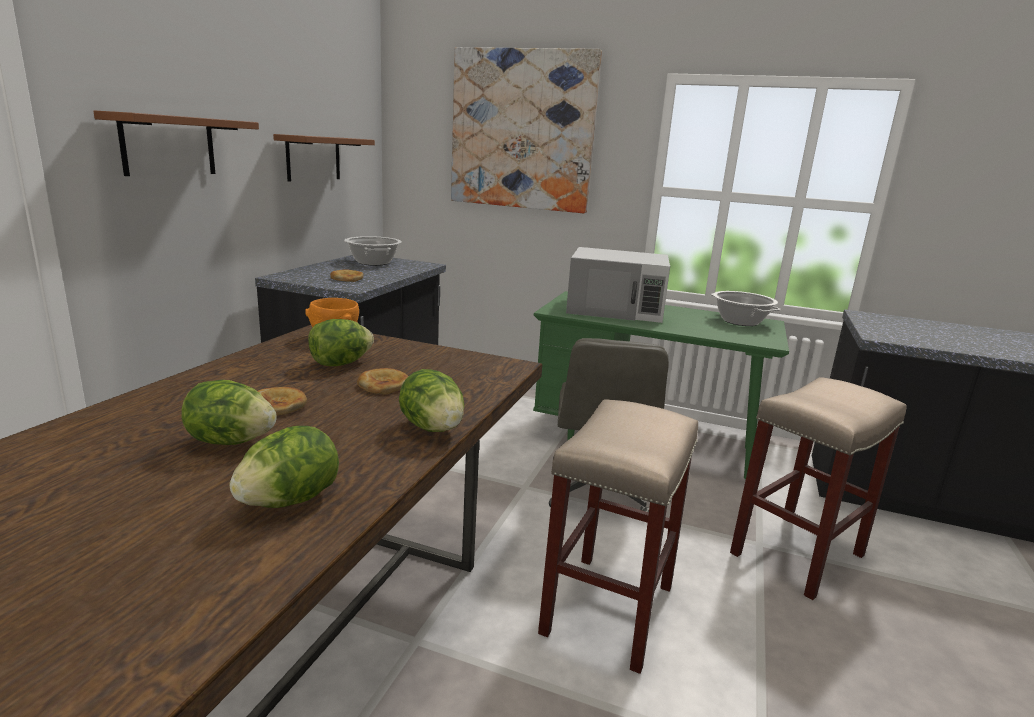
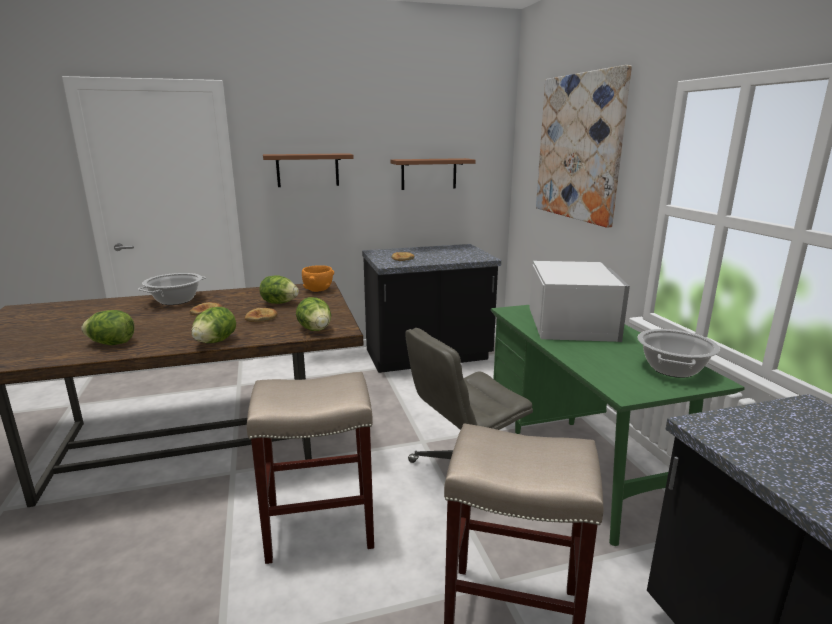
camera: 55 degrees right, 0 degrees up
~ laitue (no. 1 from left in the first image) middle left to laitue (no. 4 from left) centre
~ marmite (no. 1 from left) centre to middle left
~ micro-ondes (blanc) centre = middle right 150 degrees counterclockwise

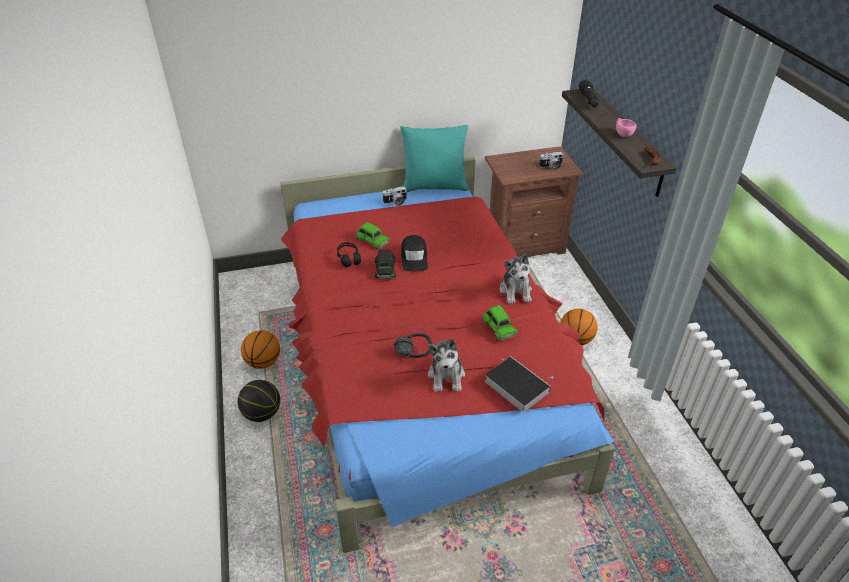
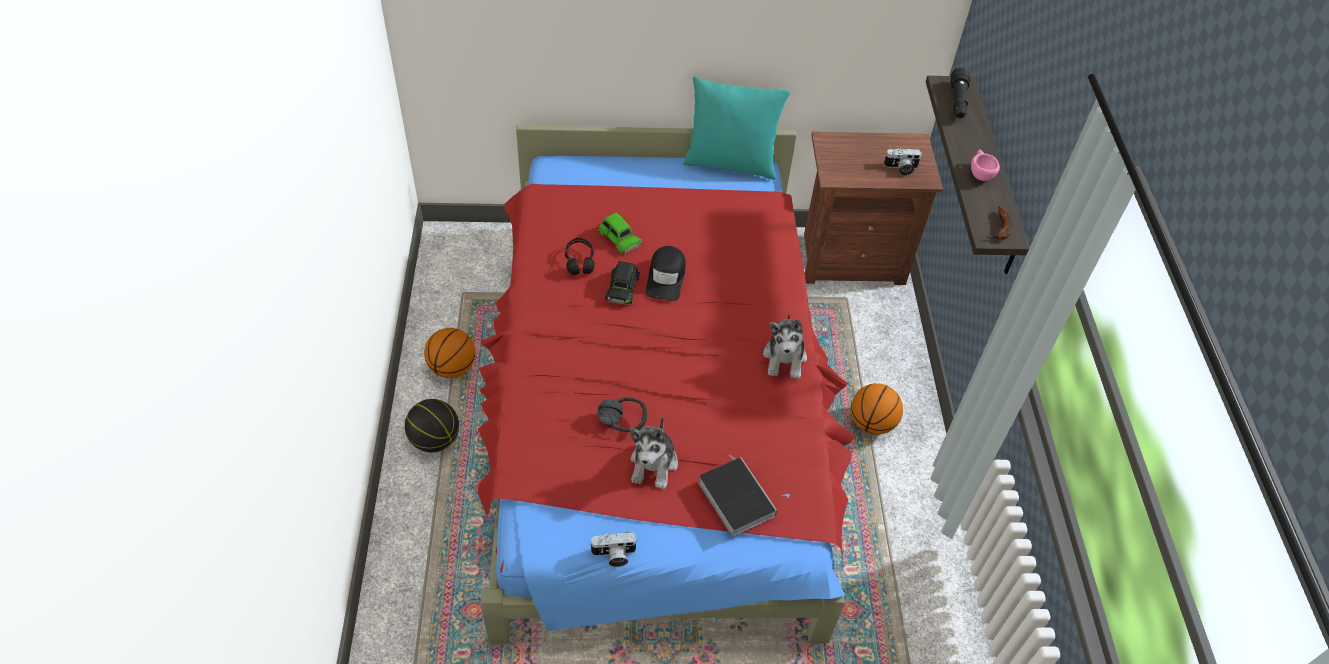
camera: 10 degrees right, 10 degrees up
~ appareil photo (no. 1 from left) centre to bottom centre
- petite voiture (vert) (no. 2 from left) centre

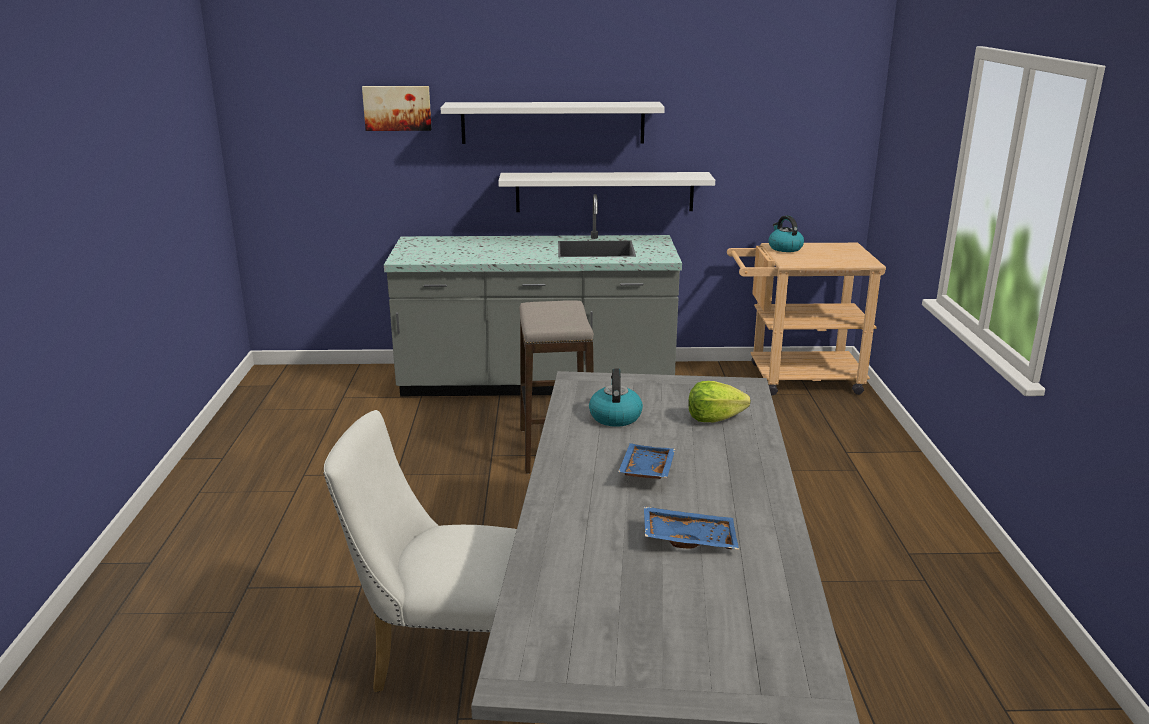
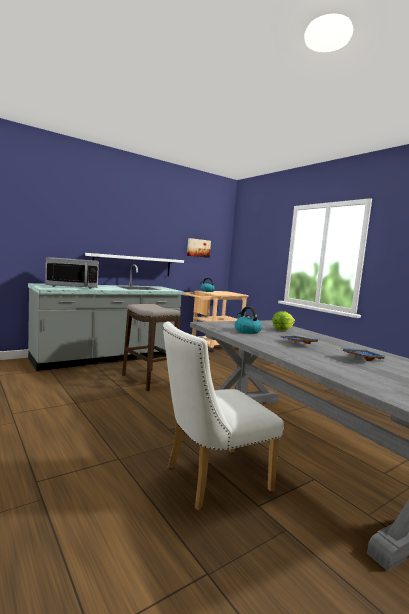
camera: 35 degrees left, 15 degrees down
~ tableau top centre to centre
- étagère (blanc) (no. 1 from left) top centre
+ micro-ondes middle left

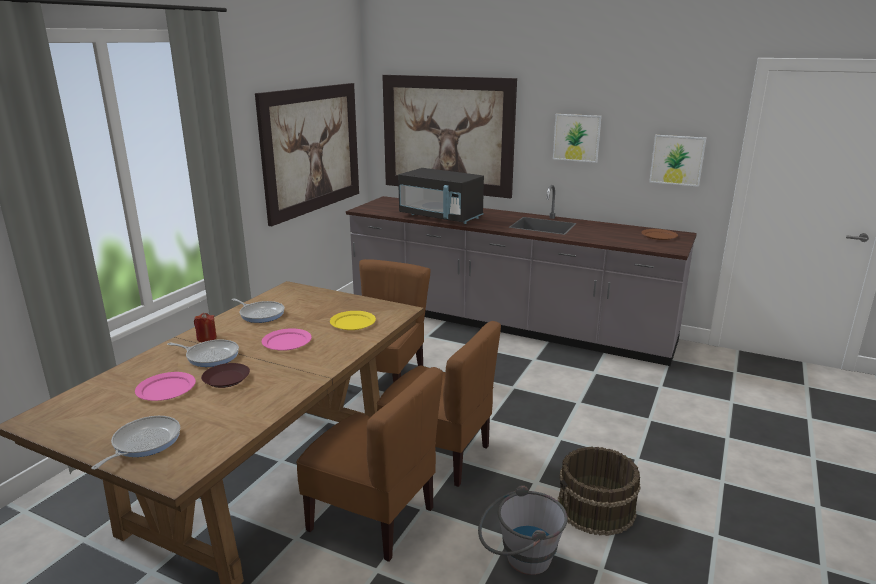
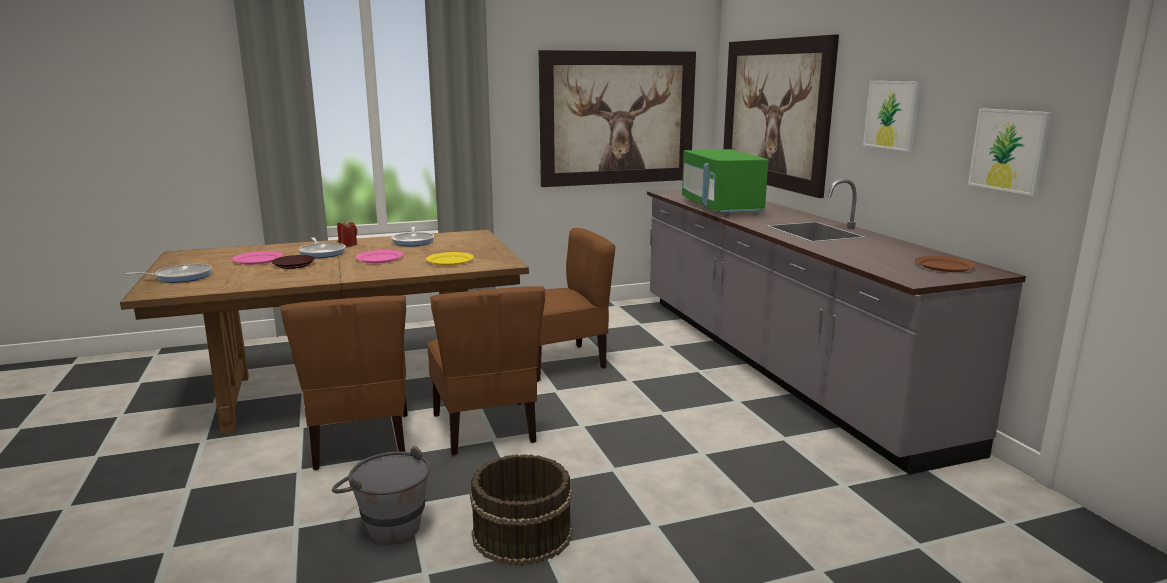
camera: 45 degrees right, 5 degrees down
~ micro-ondes (noir) centre to micro-ondes (vert) top centre

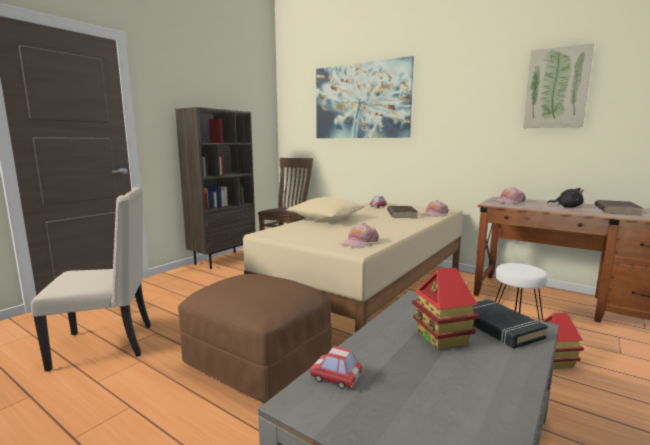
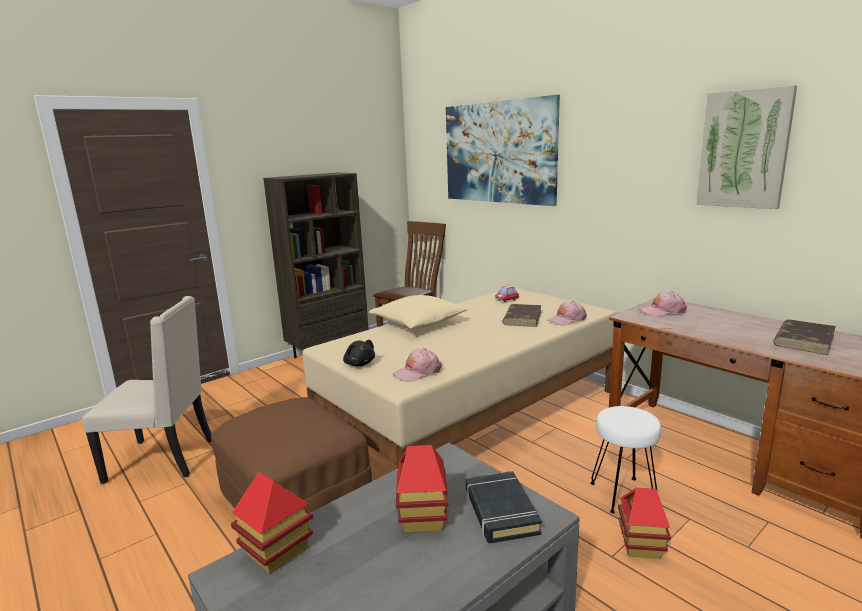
camera: 15 degrees right, 5 degrees up
~ petite voiture (no. 1 from left) bottom centre to maison miniature (no. 1 from left) bottom left
~ peluche (noir) middle right to centre

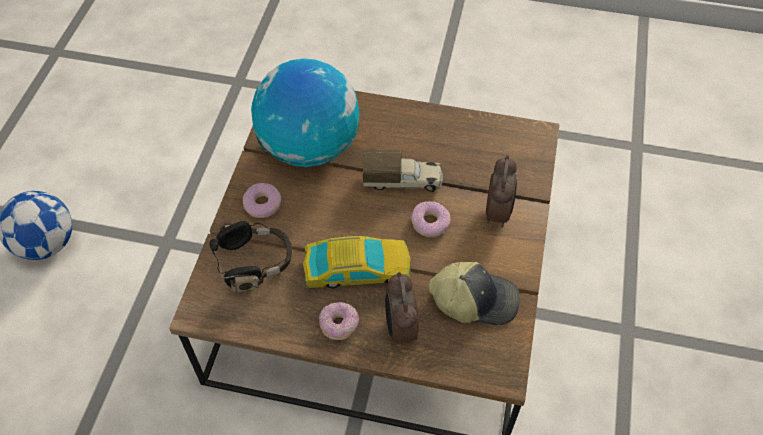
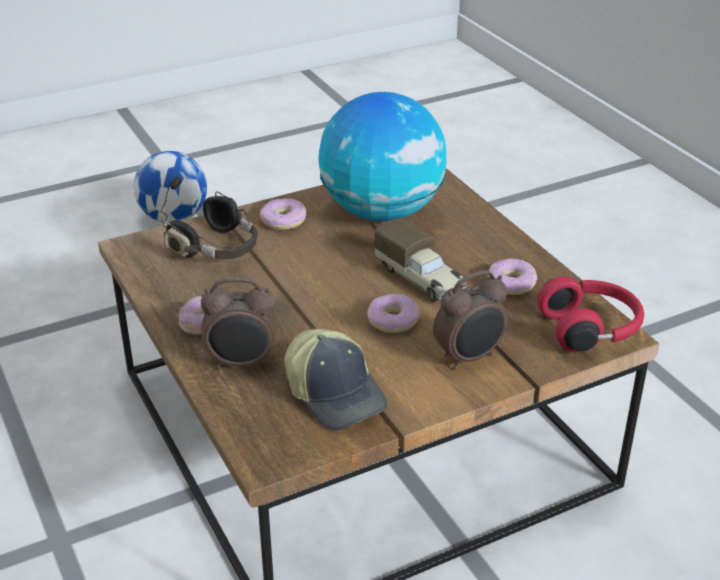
camera: 50 degrees right, 20 degrees down
- petite voiture centre
~ réveil (no. 1 from left) bottom centre = middle left 135 degrees counterclockwise
+ beignet (no. 4 from left) middle right
+ casque audio (rouge) middle right

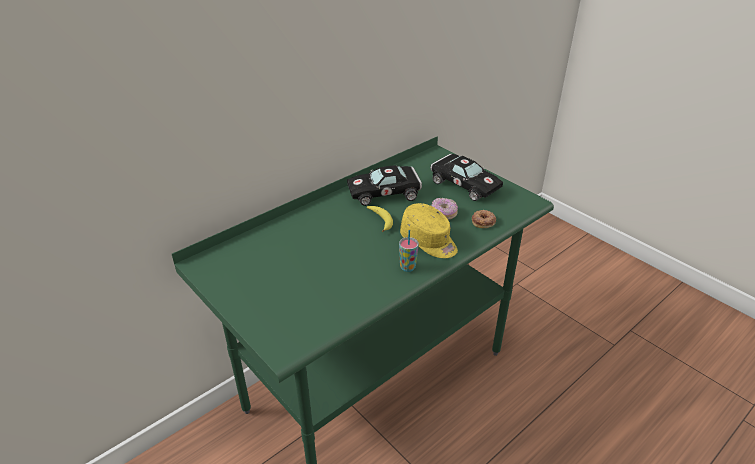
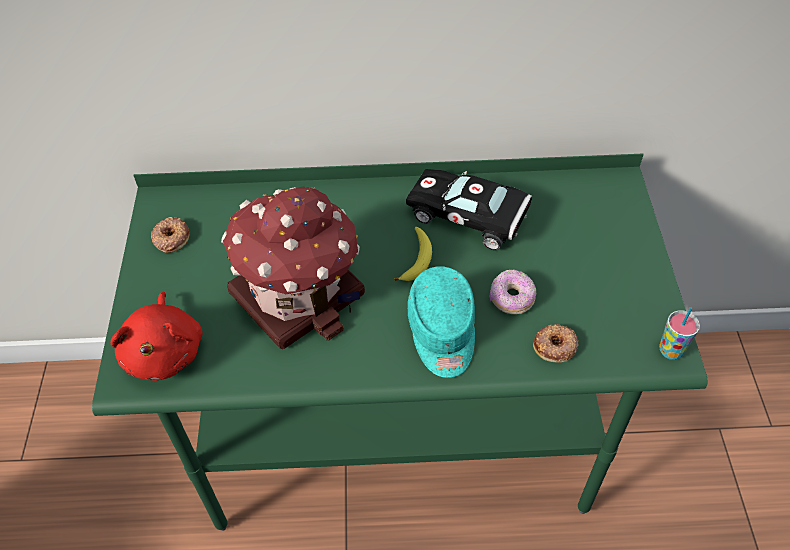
camera: 40 degrees right, 15 degrees up
~ tasse centre to middle right
~ casquette (jaune) centre to casquette (turquoise) centre
- petite voiture (noir) (no. 2 from left) centre
+ peluche (rouge) middle left
+ beignet (no. 1 from left) middle left
+ maison miniature centre

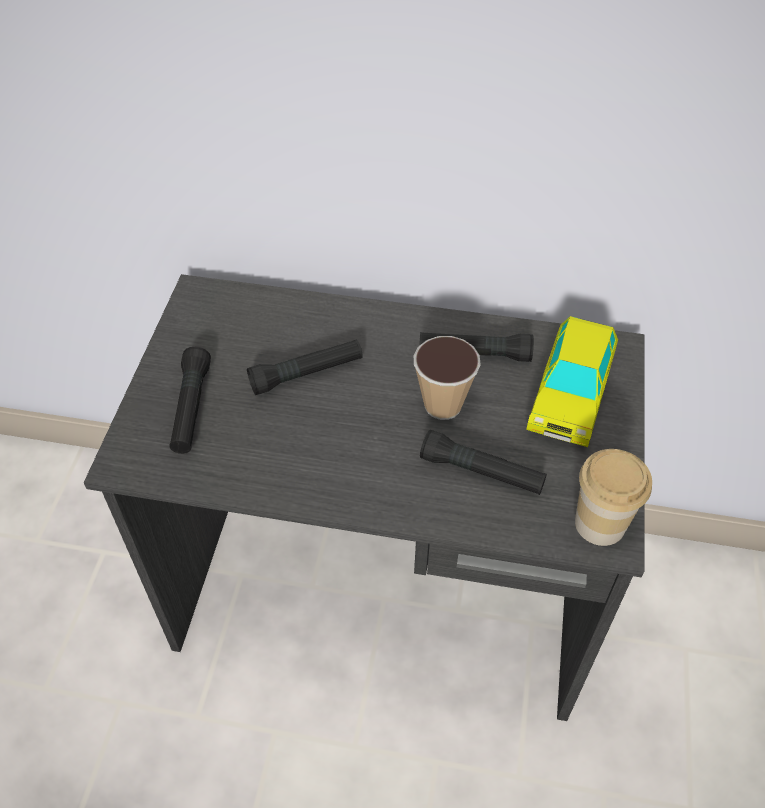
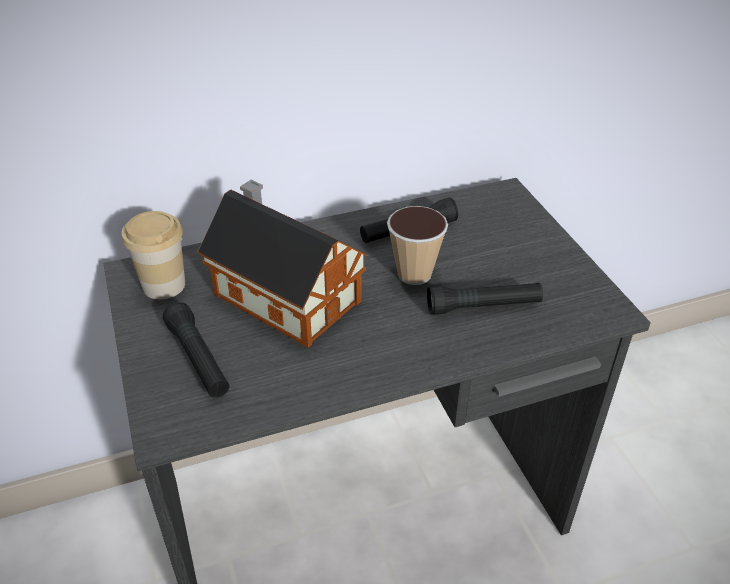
camera: 30 degrees left, 10 degrees down
~ lampe de poche (noir) (no. 2 from left) centre to maison miniature centre
- petite voiture middle right
~ tasse (no. 2 from left in the first image) middle right to tasse (no. 1 from left) middle left

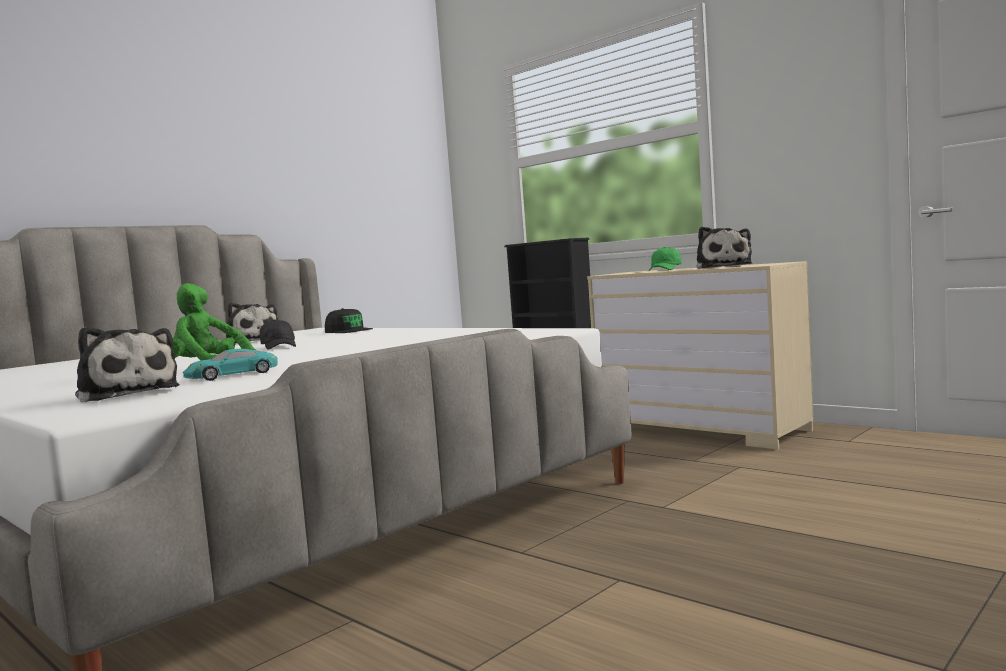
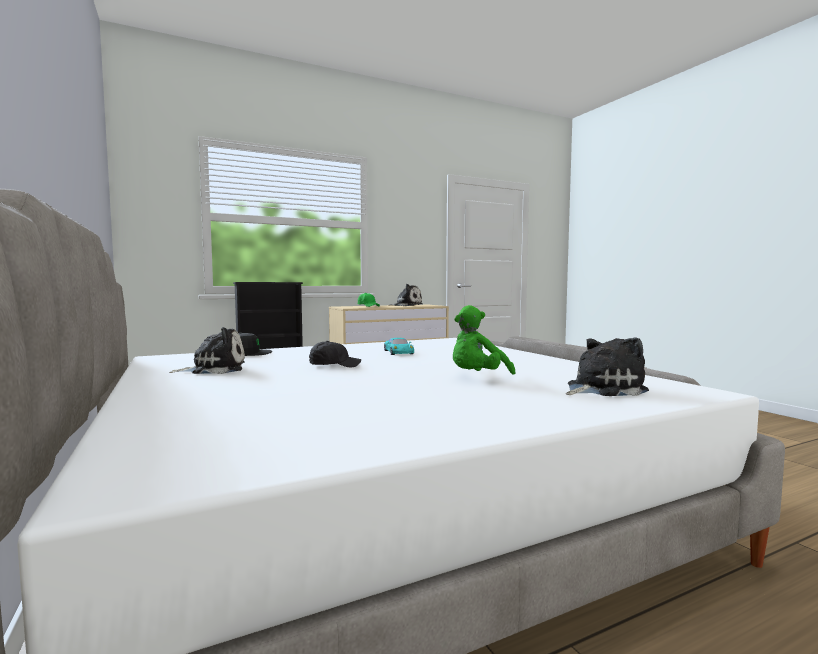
camera: 70 degrees left, 0 degrees up
~ petite voiture (turquoise) middle left to centre

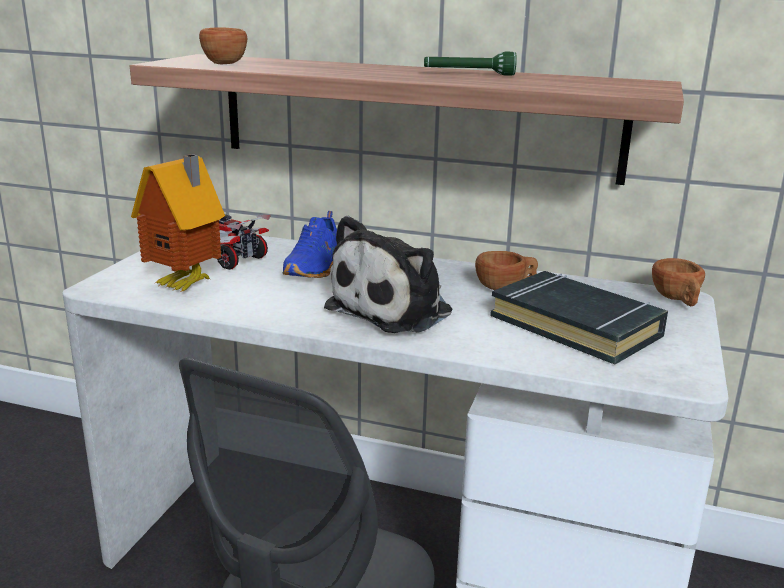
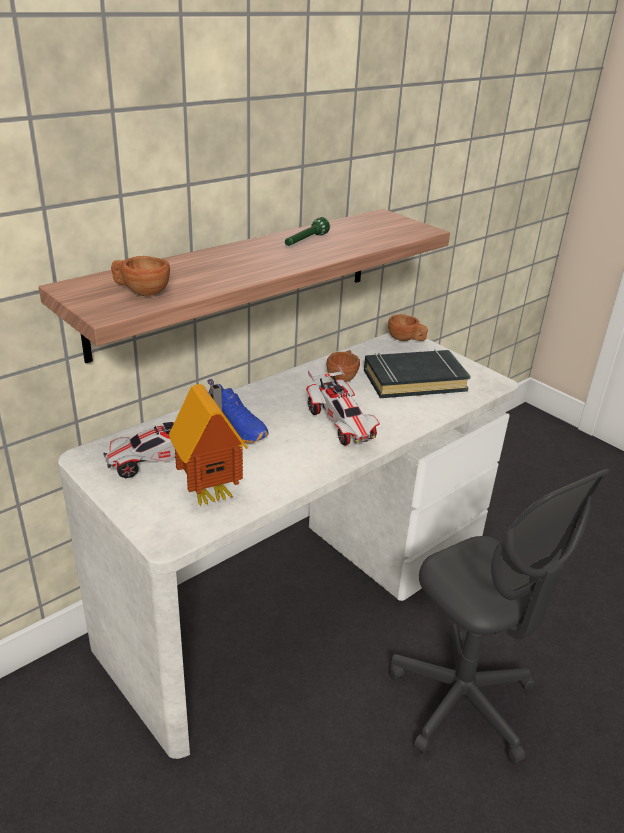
camera: 60 degrees left, 10 degrees up
~ peluche centre to petite voiture (no. 2 from left) centre

